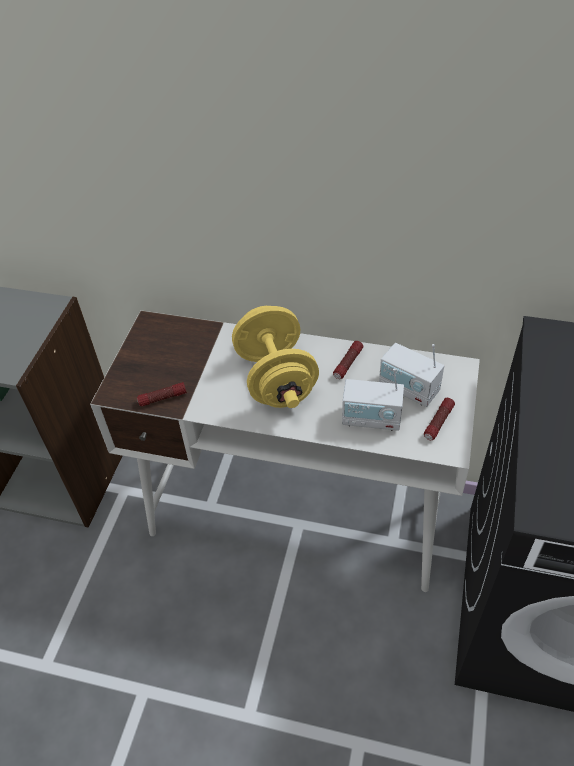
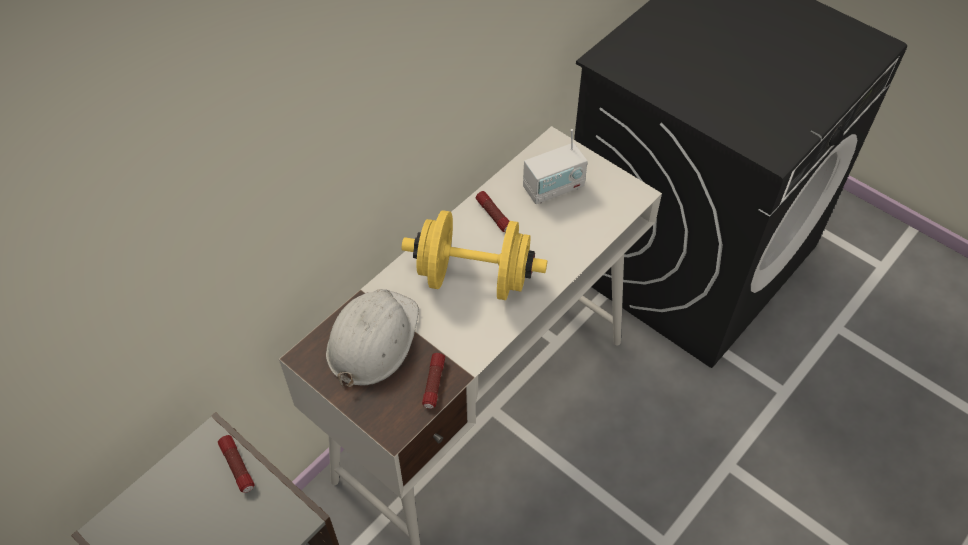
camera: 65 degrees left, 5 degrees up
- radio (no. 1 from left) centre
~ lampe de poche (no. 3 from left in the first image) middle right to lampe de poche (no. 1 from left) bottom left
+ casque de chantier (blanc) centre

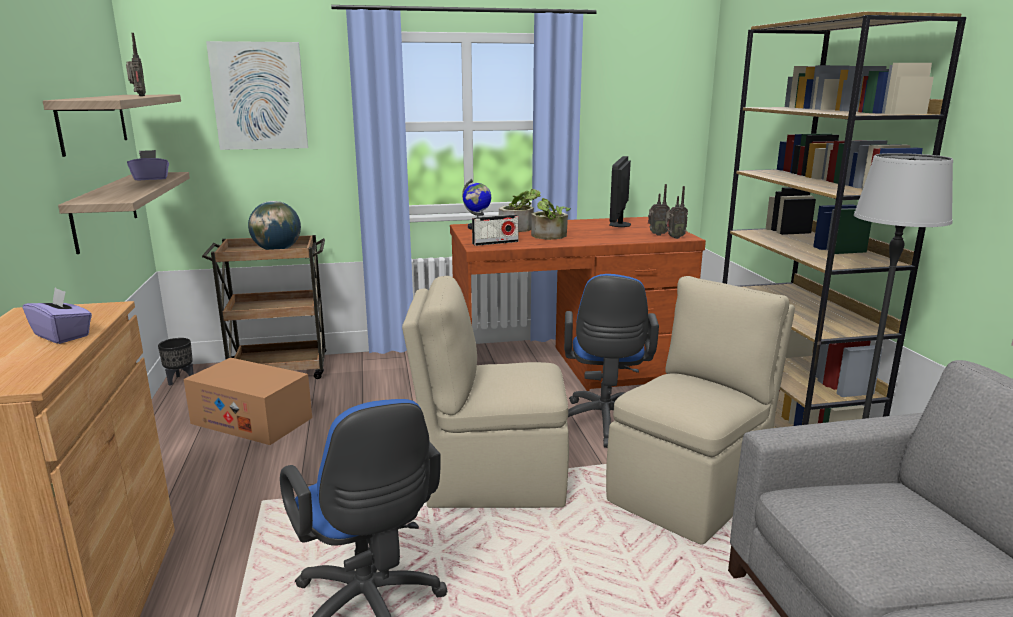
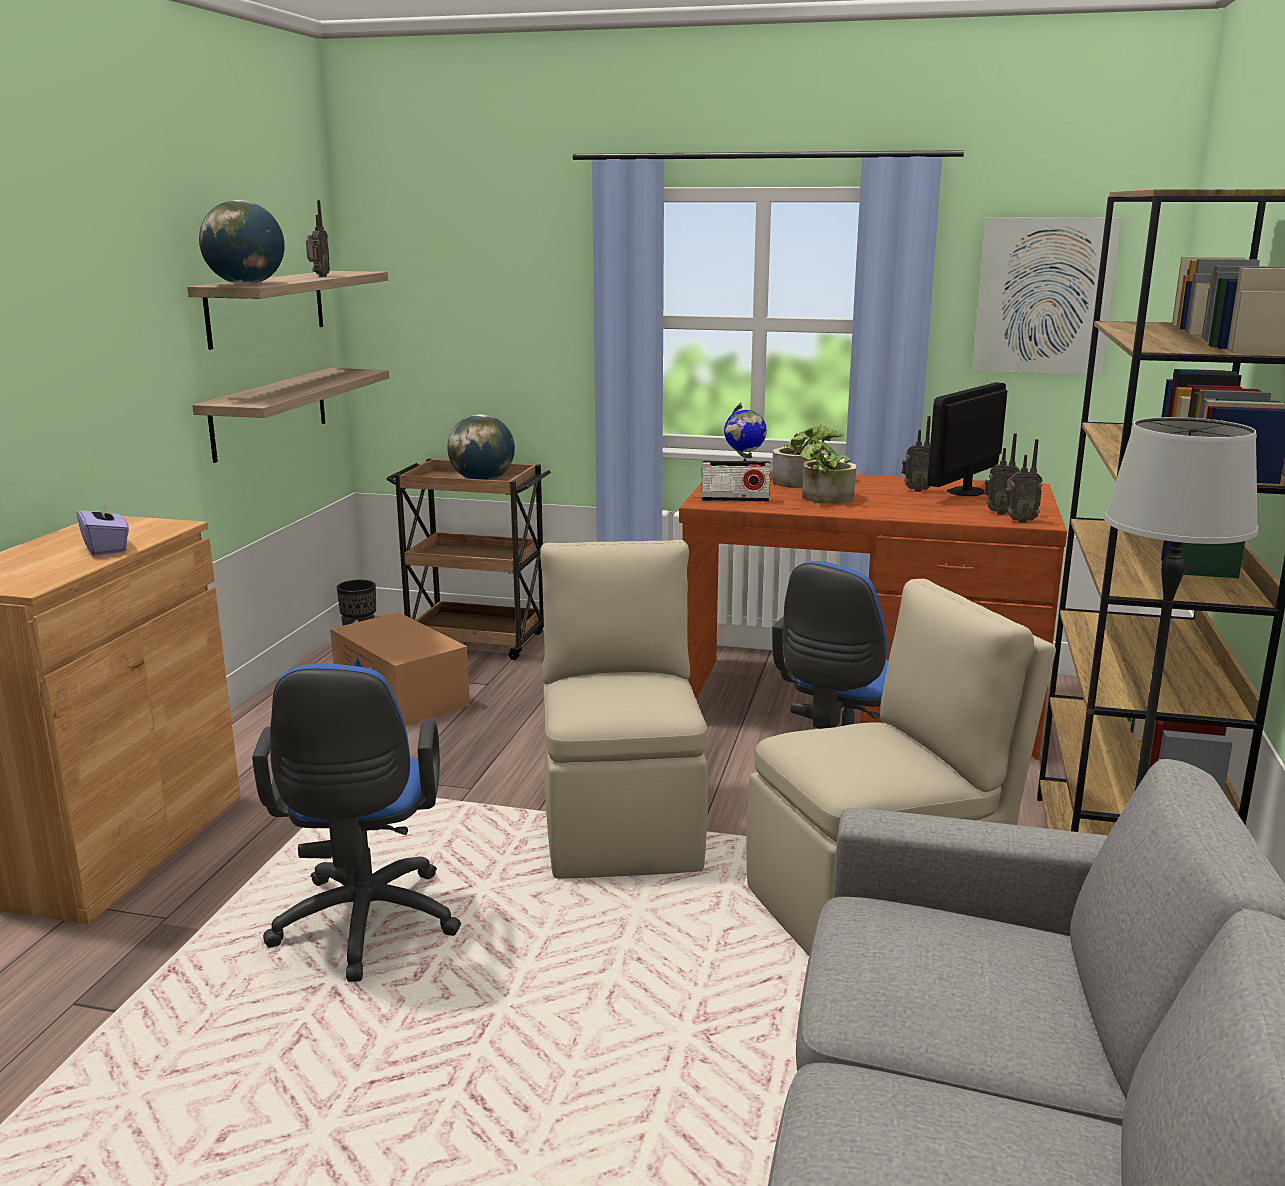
camera: 25 degrees right, 0 degrees up
- boîte à mouchoirs (violet) (no. 2 from left) top left
~ tableau top left to top right
~ chaise (beige) (no. 1 from left) centre = centre 60 degrees clockwise
+ globe (no. 1 from left) top left
+ radio (no. 3 from left) middle right

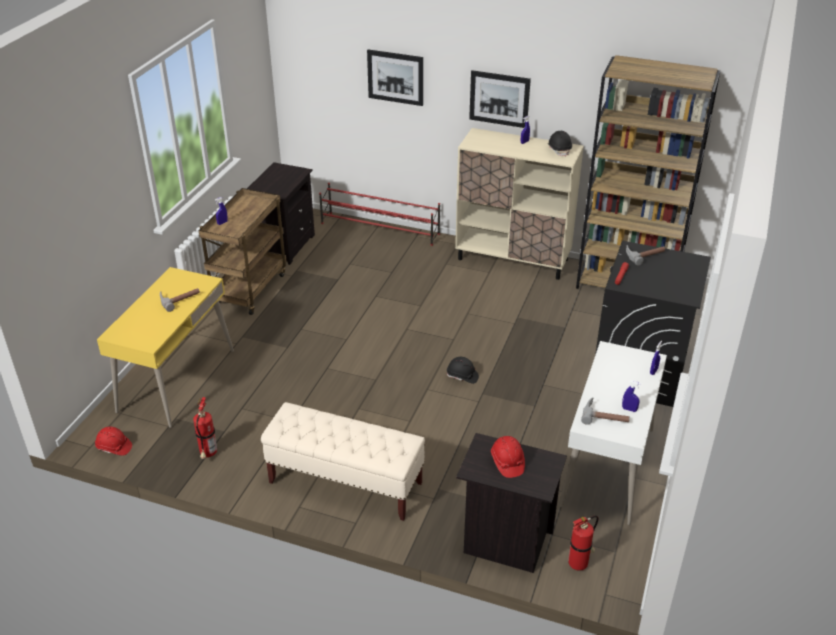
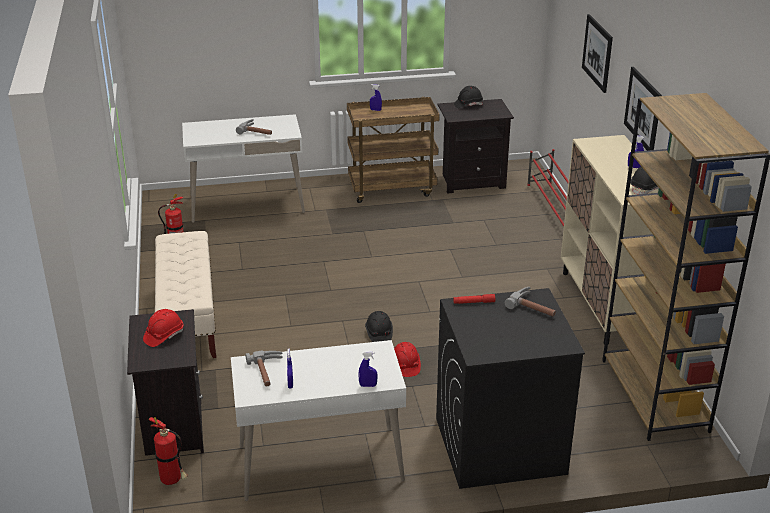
camera: 60 degrees right, 5 degrees down
~ casque de chantier (rouge) (no. 1 from left in the first image) bottom left to casque de chantier (rouge) (no. 2 from left) bottom centre
~ bureau (jaune) middle left to bureau (blanc) (no. 1 from left) top left
+ casque de chantier (noir) (no. 2 from left) top centre

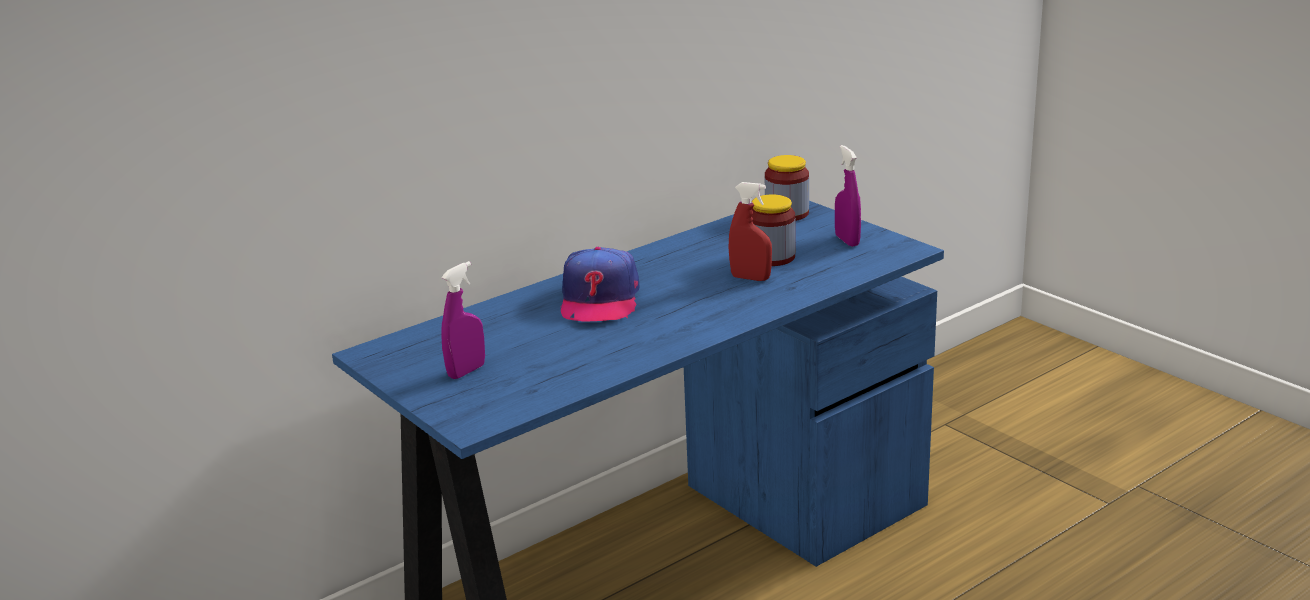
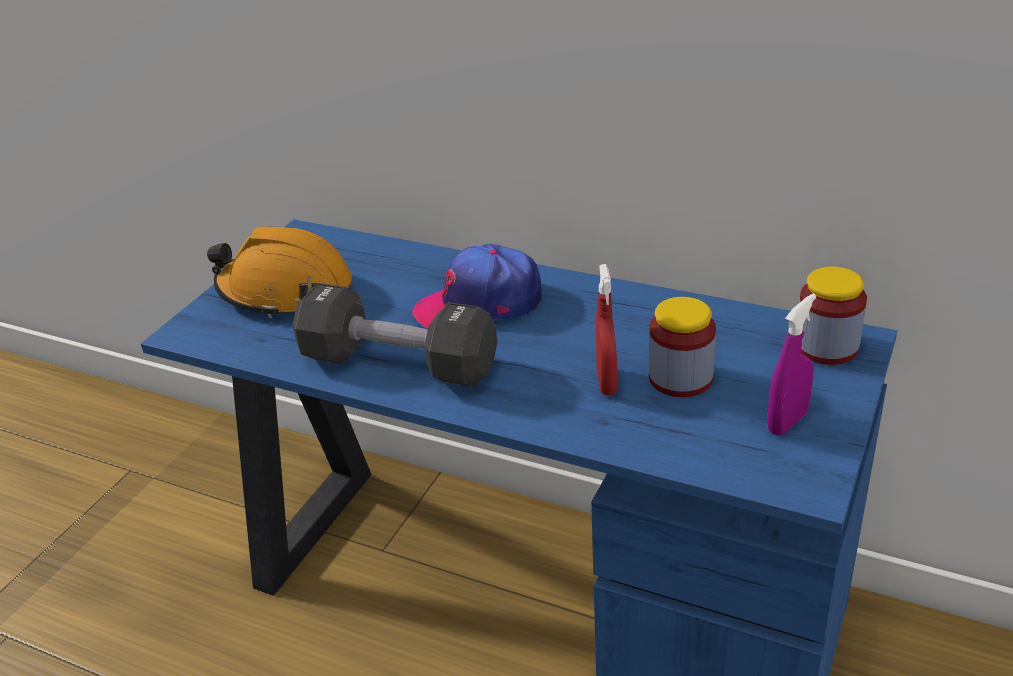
camera: 65 degrees right, 10 degrees up
~ vaporisateur (violet) (no. 1 from left) centre to casque de chantier (orange) middle left
+ haltère (noir) centre

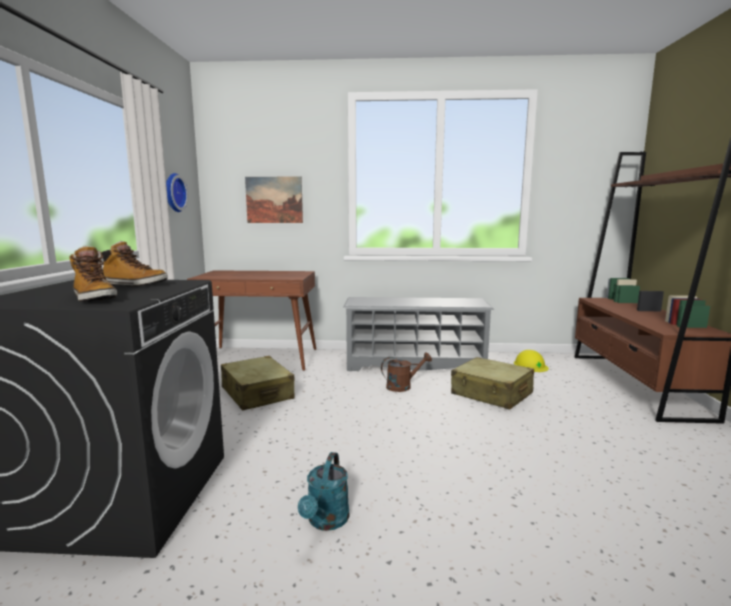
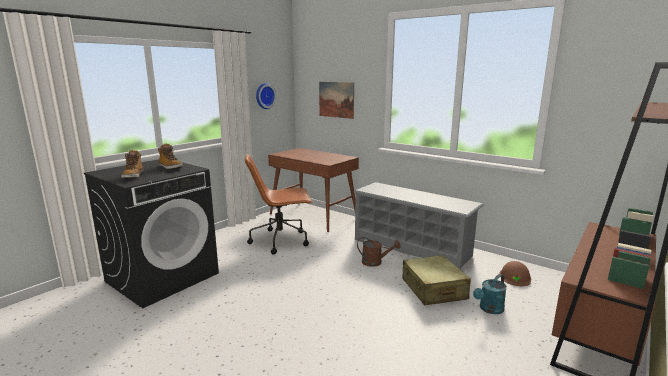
camera: 35 degrees right, 5 degrees up
~ valise (beige) (no. 1 from left) centre to chaise de bureau (marron) centre
~ arrosoir (turquoise) bottom centre to bottom right
~ casque de chantier (jaune) middle right to casque de chantier (marron) bottom right

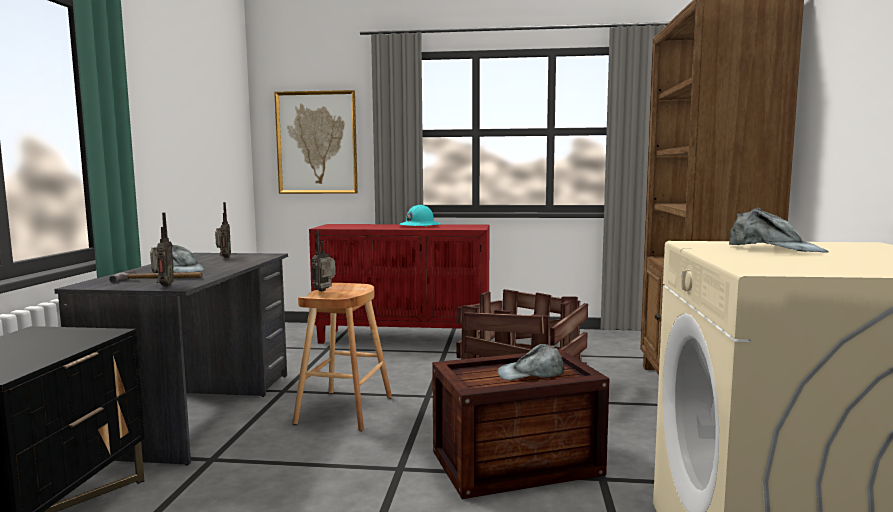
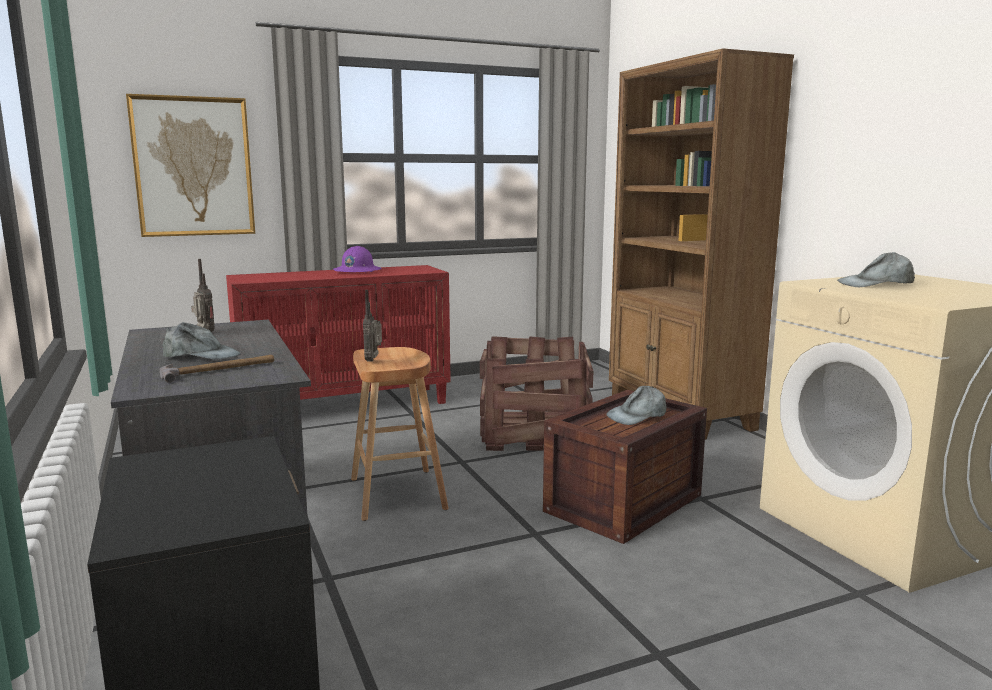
camera: 30 degrees left, 5 degrees up
- radio (no. 1 from left) middle left
~ casque de chantier (turquoise) centre to casque de chantier (violet) centre
~ casquette (gris) (no. 3 from left) middle right = middle right 150 degrees clockwise

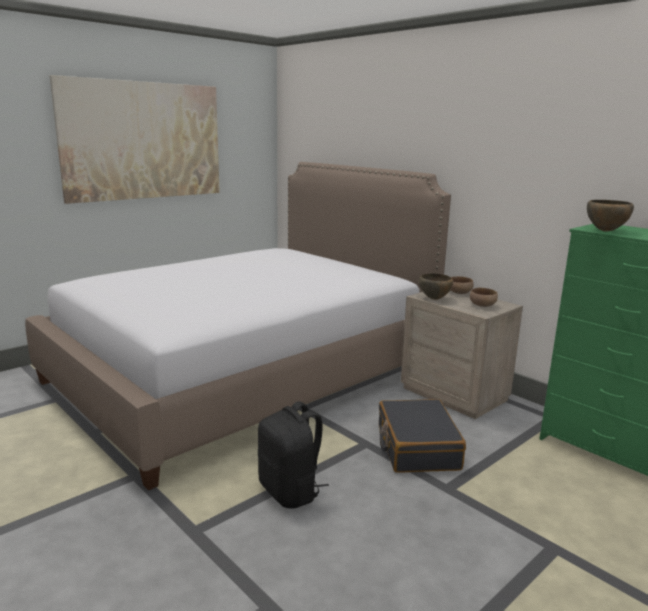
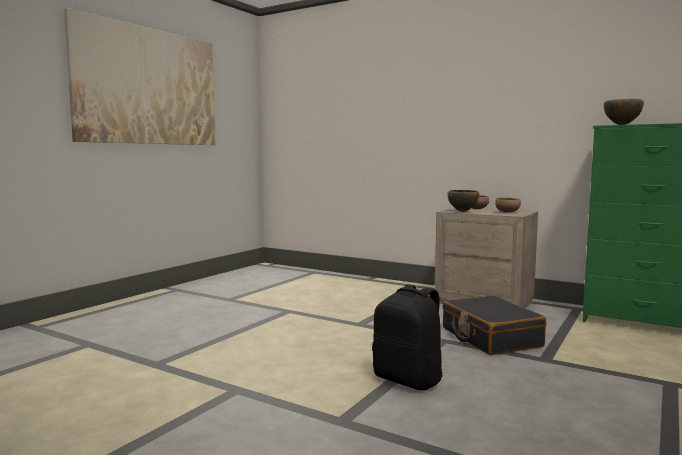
camera: 15 degrees left, 10 degrees down
- lit centre

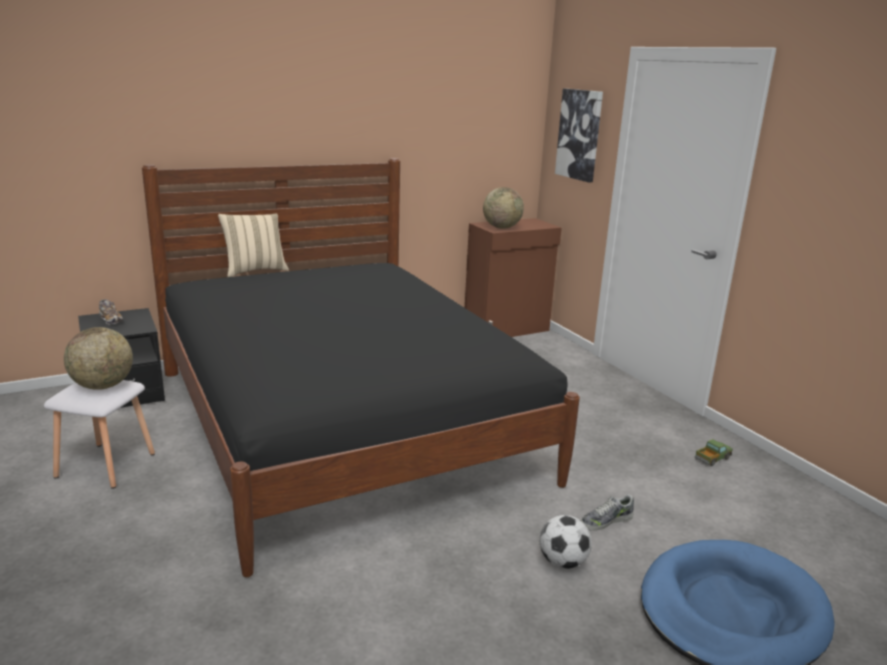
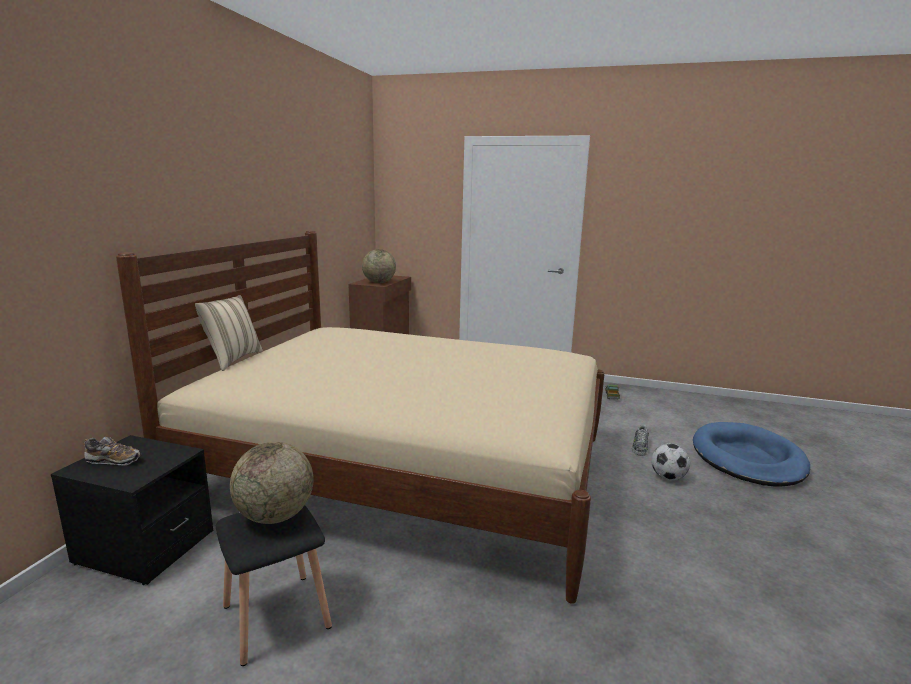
camera: 45 degrees left, 5 degrees down
~ tabouret (blanc) middle left to tabouret (noir) bottom left
~ lit (noir) centre to lit (beige) centre
- tableau top centre

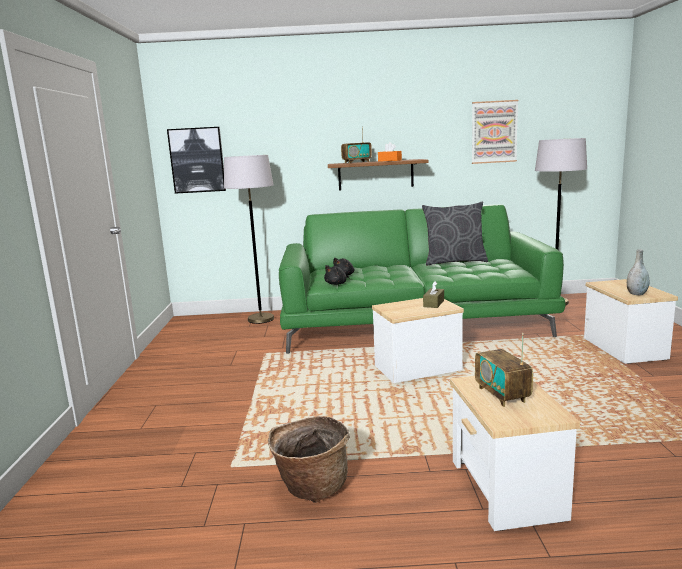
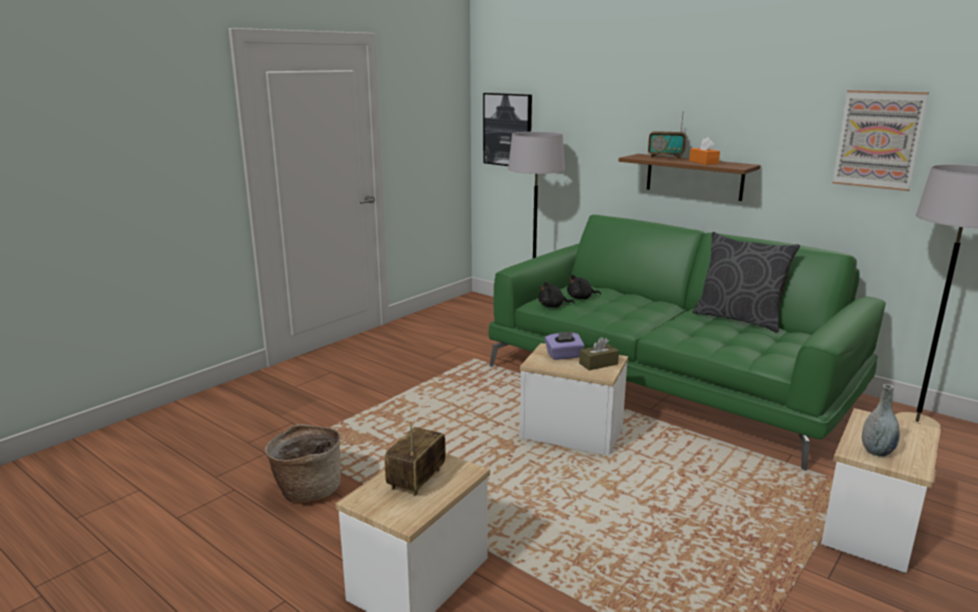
camera: 40 degrees right, 5 degrees up
+ boîte à mouchoirs (violet) centre

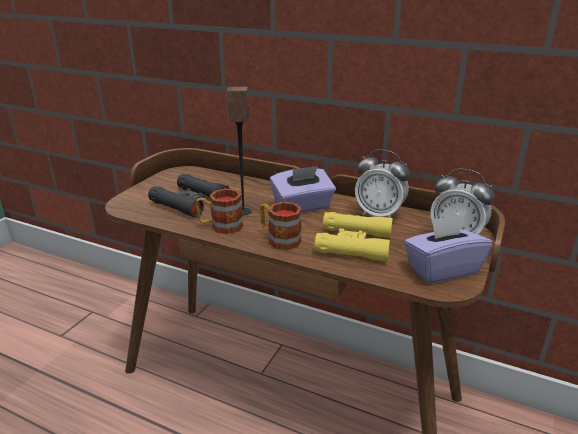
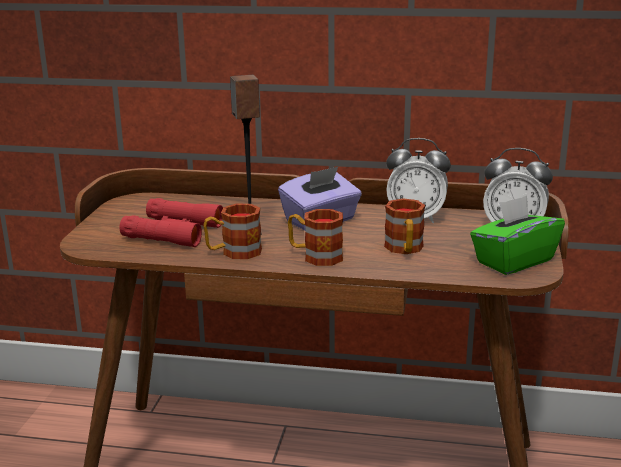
camera: 15 degrees left, 5 degrees down
~ jumelles (noir) middle left to jumelles (rouge) middle left
~ jumelles (jaune) centre to mug (no. 3 from left) centre
~ boîte à mouchoirs (violet) (no. 2 from left) middle right to boîte à mouchoirs (vert) middle right

